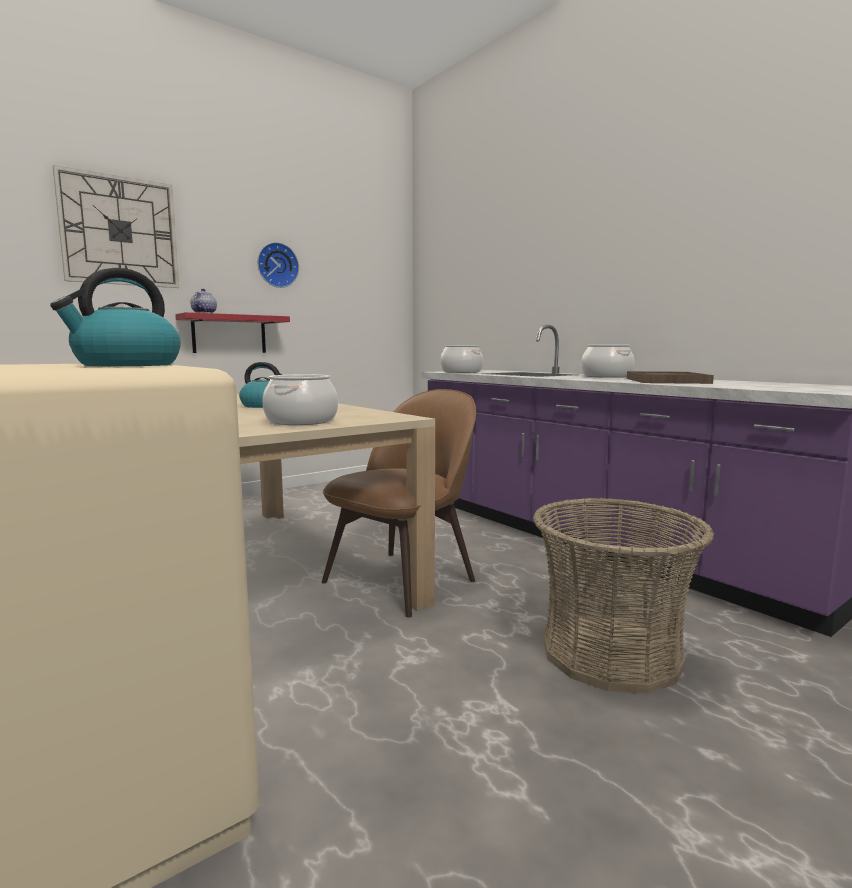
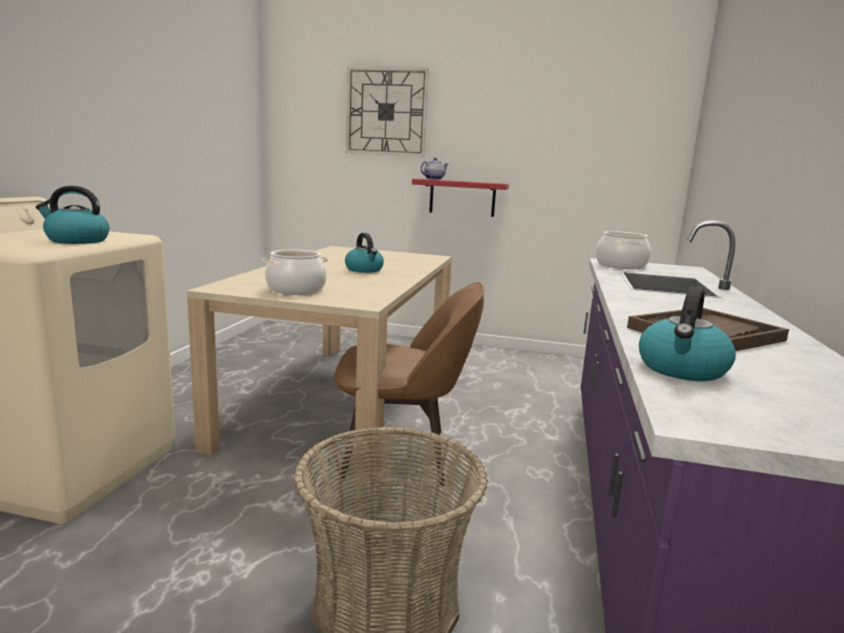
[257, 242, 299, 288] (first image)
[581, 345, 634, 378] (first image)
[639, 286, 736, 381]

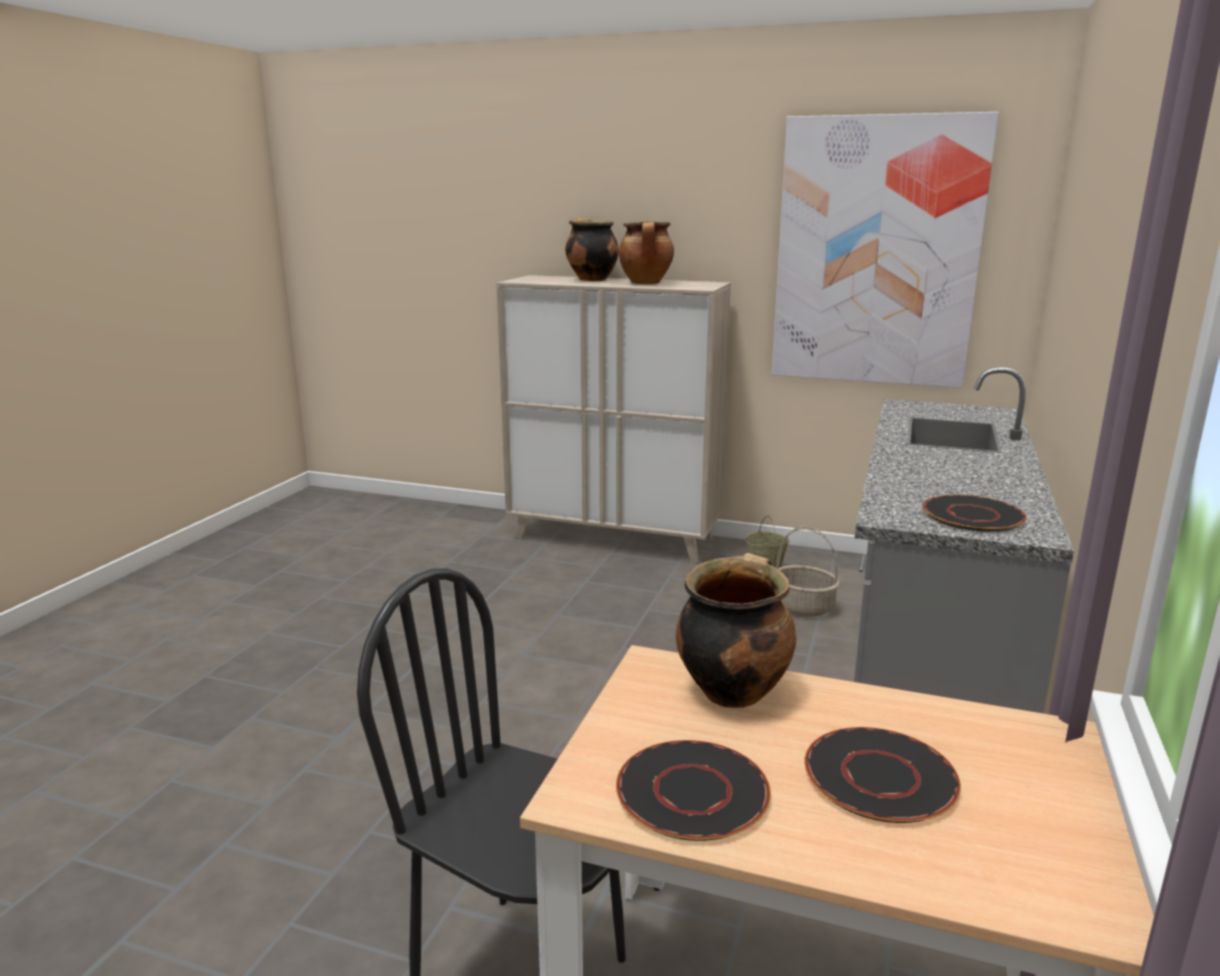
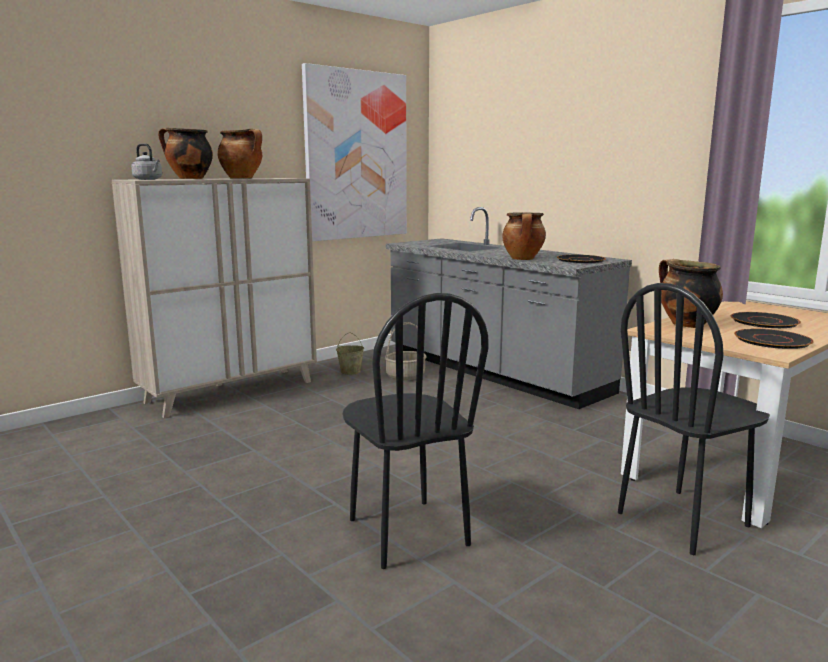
[131, 143, 162, 180]
[342, 293, 488, 569]
[502, 213, 546, 260]

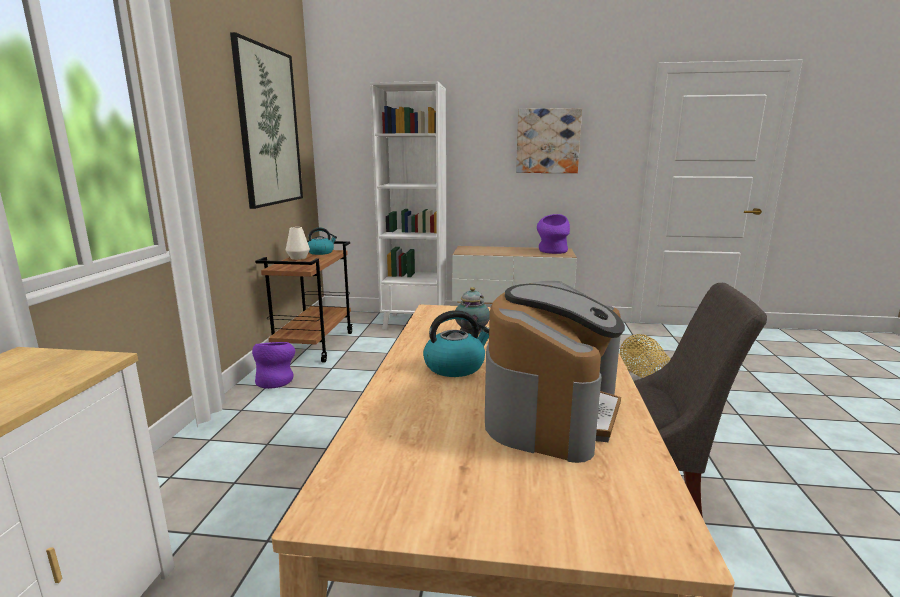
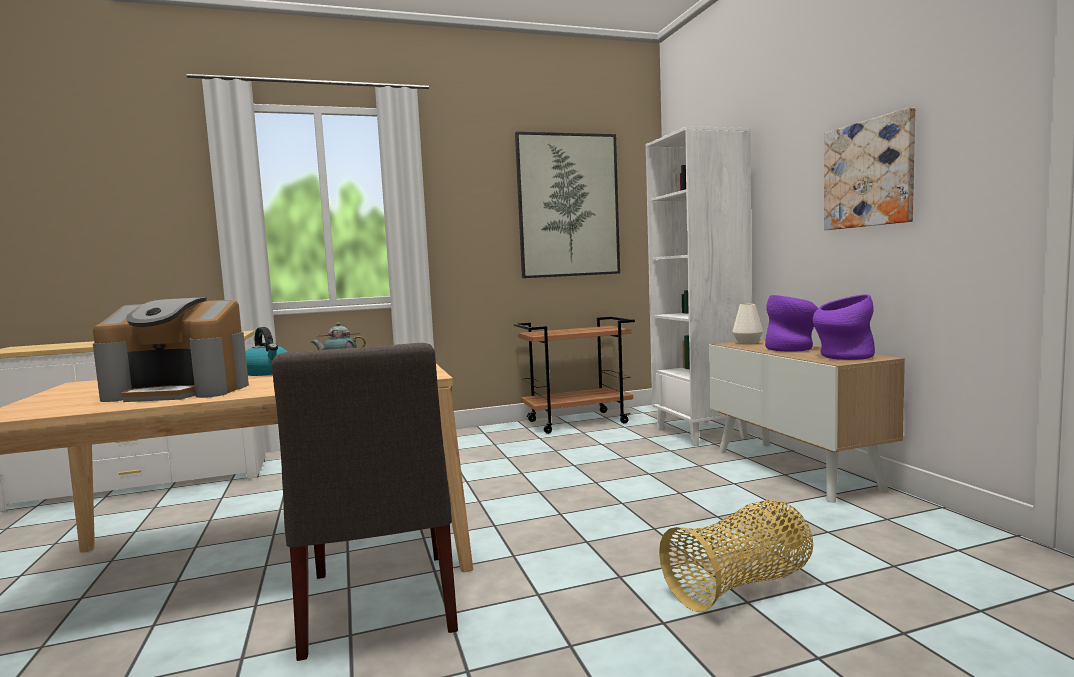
[308, 228, 337, 255] (first image)
[765, 295, 818, 352]
[732, 304, 763, 344]

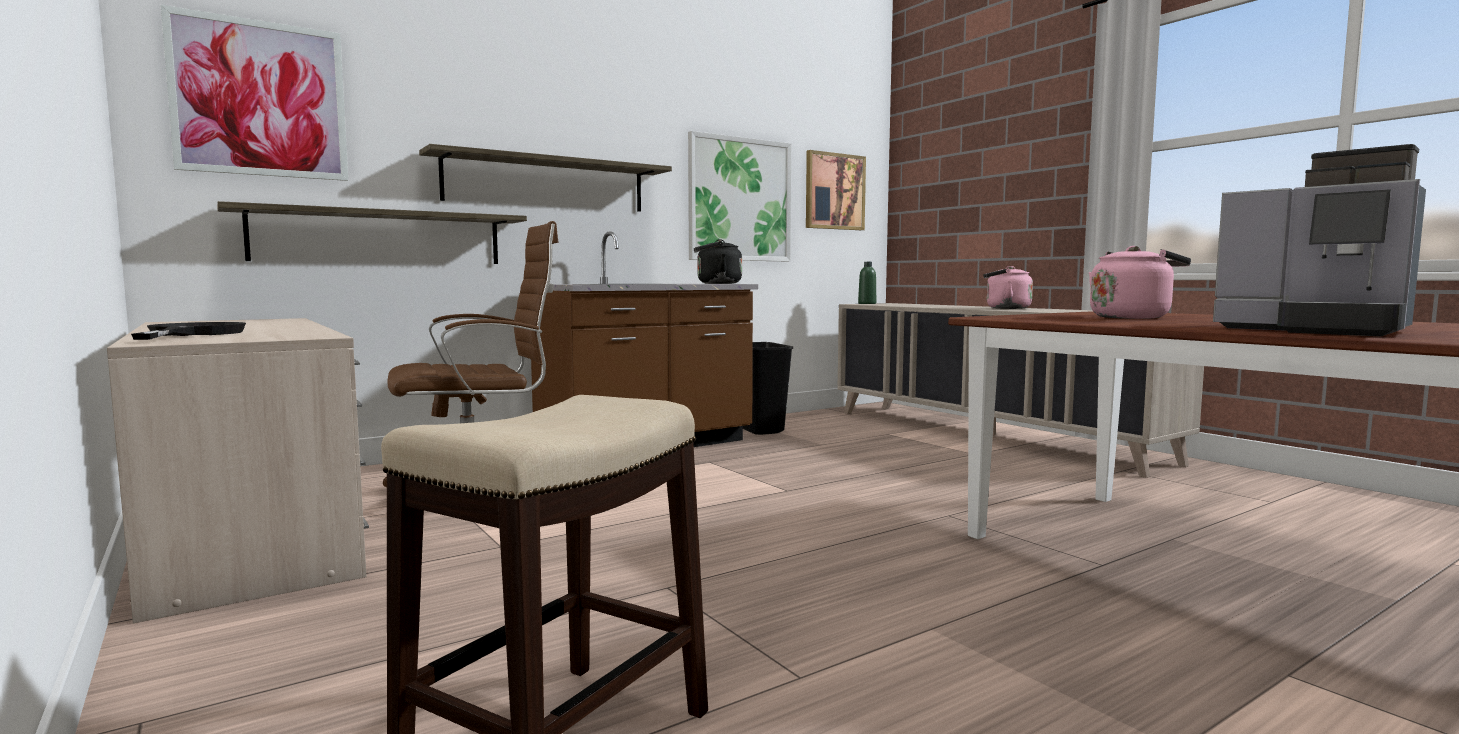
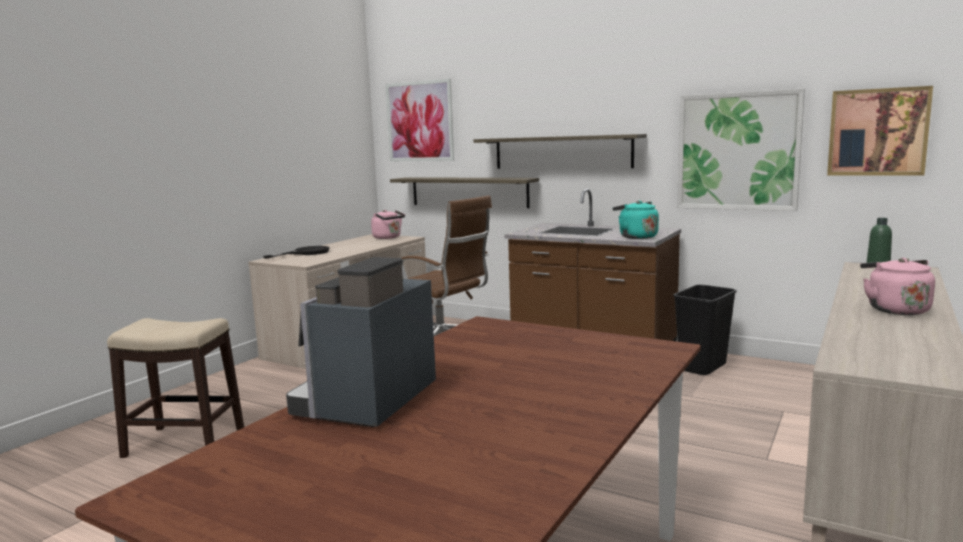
[371, 210, 405, 239]
[613, 200, 659, 239]

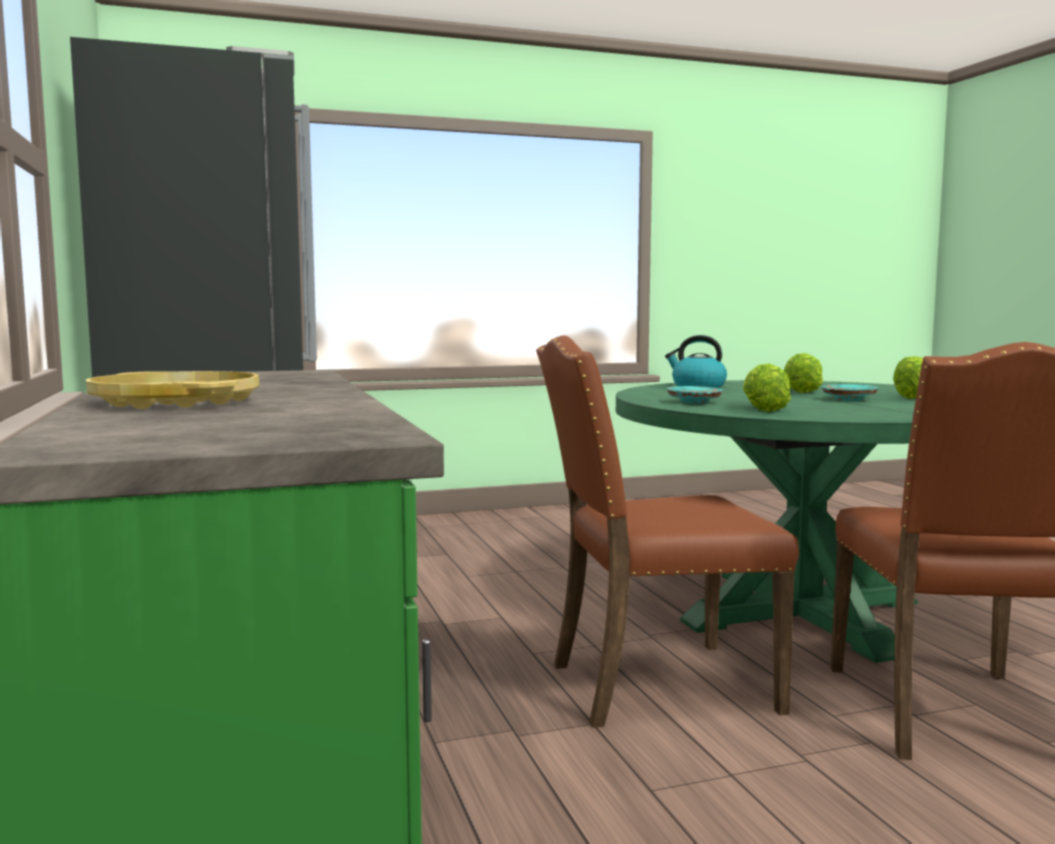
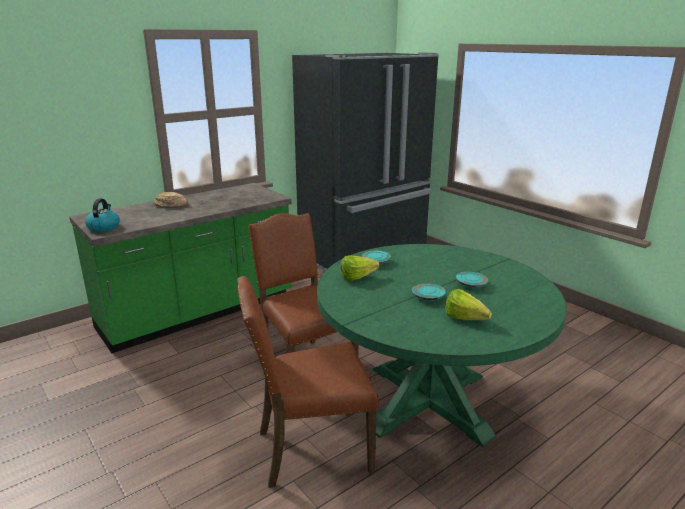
[85, 198, 120, 232]
[154, 192, 188, 207]
[456, 272, 488, 288]

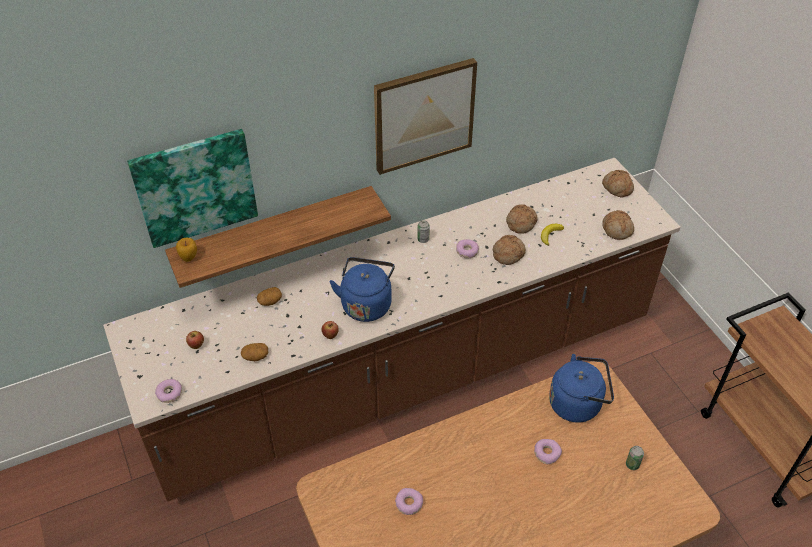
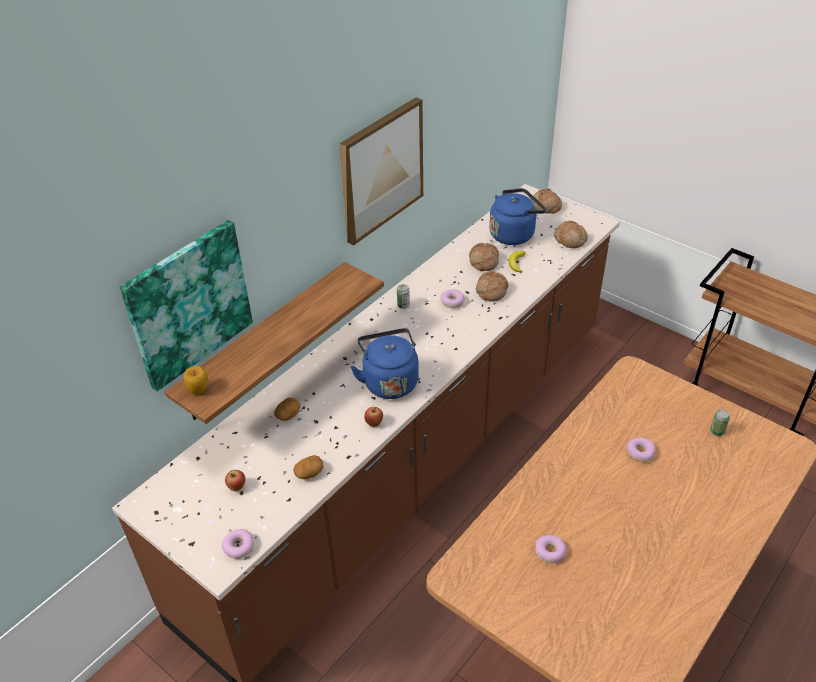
[489, 188, 546, 245]

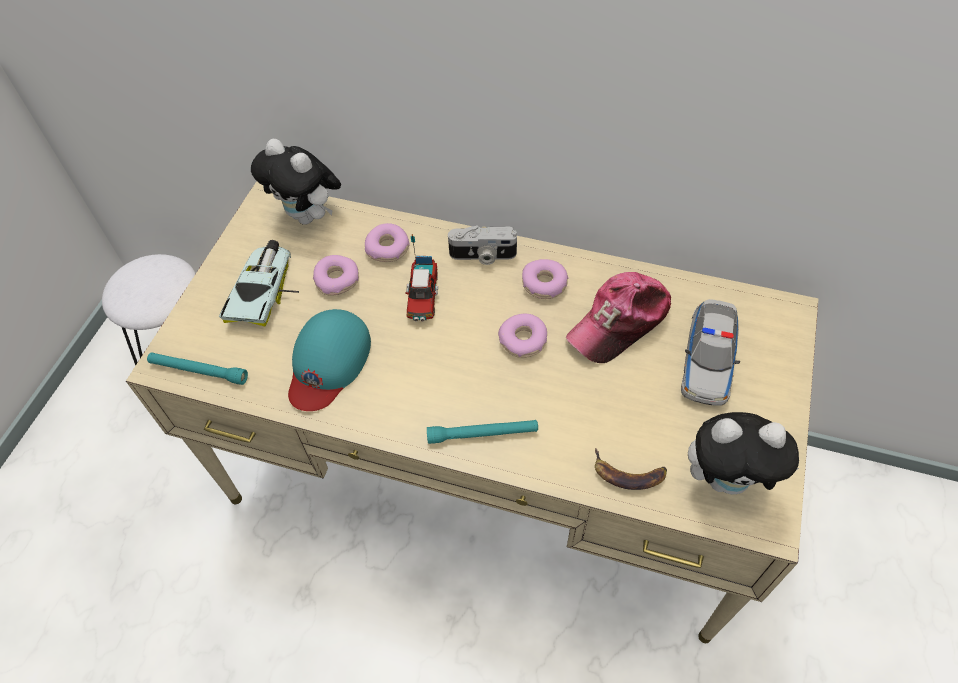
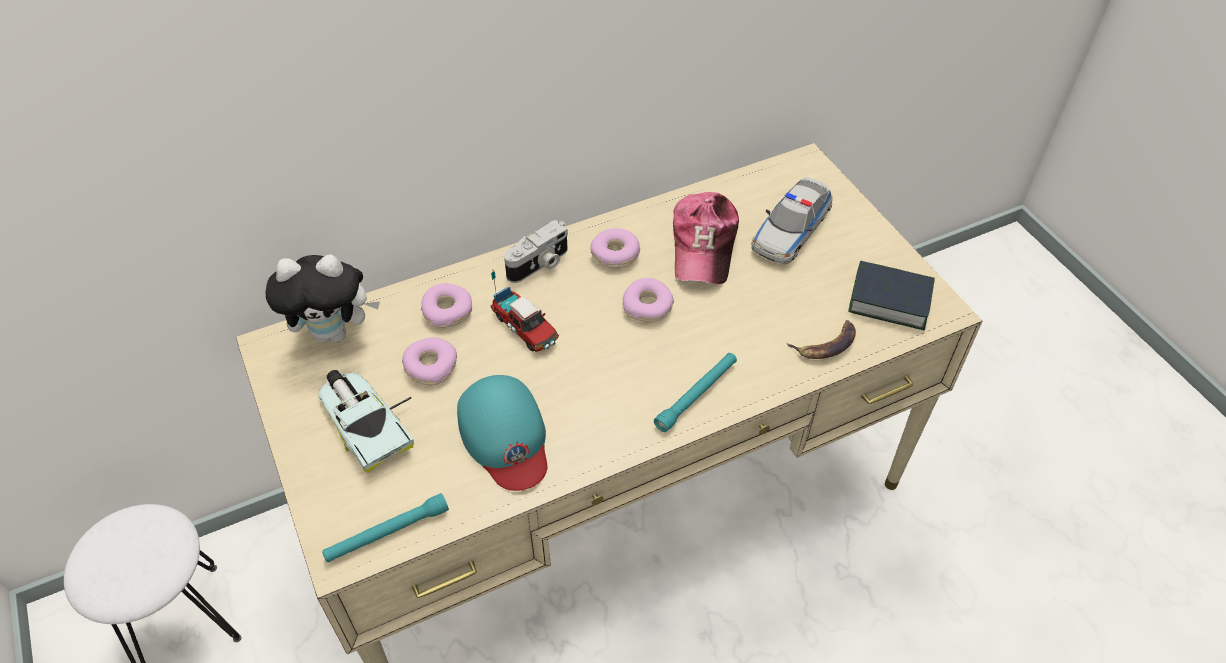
[848, 261, 935, 330]
[751, 177, 833, 264]

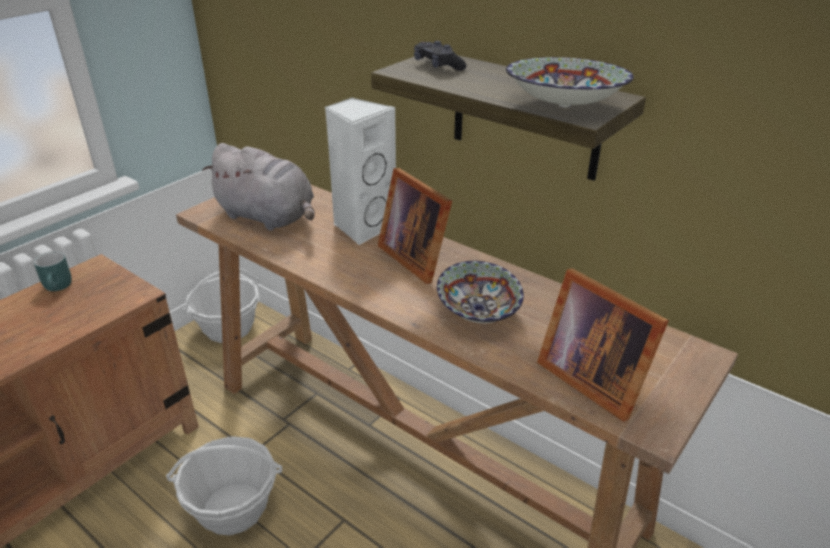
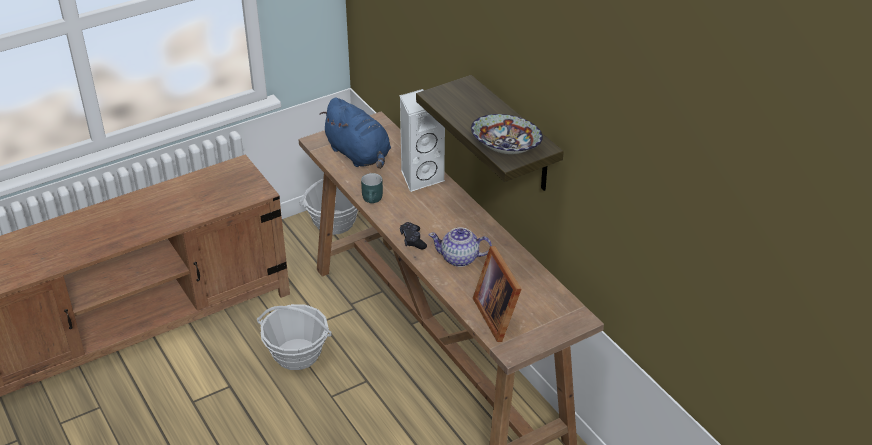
[378, 168, 452, 284] (first image)
[361, 173, 383, 203]
[400, 222, 427, 249]
[429, 227, 492, 267]
[320, 98, 391, 169]

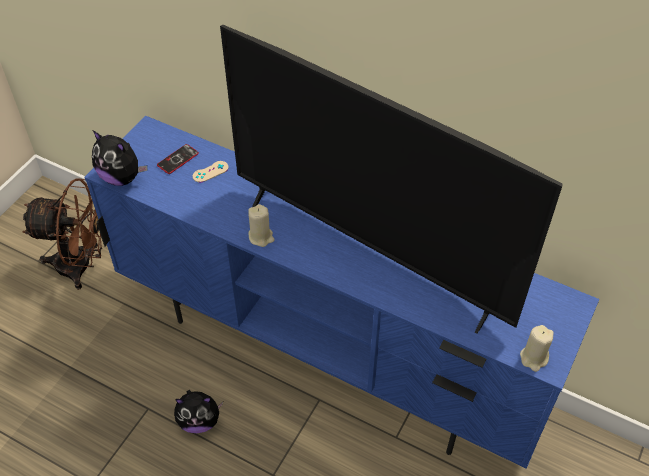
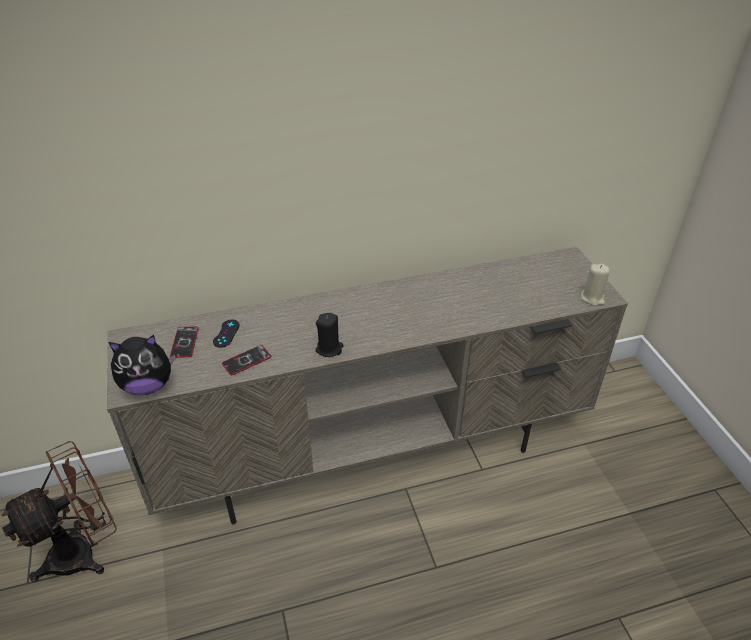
[174, 390, 223, 433] (first image)
[220, 25, 562, 334] (first image)
[222, 345, 271, 375]
[107, 247, 628, 525]
[213, 320, 240, 348]
[316, 313, 344, 357]

